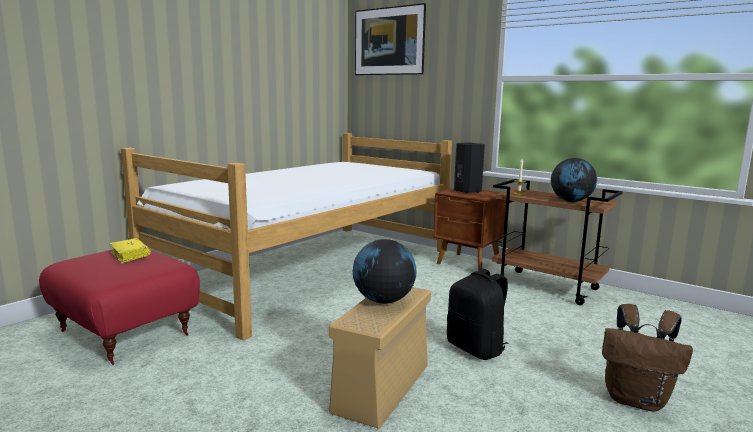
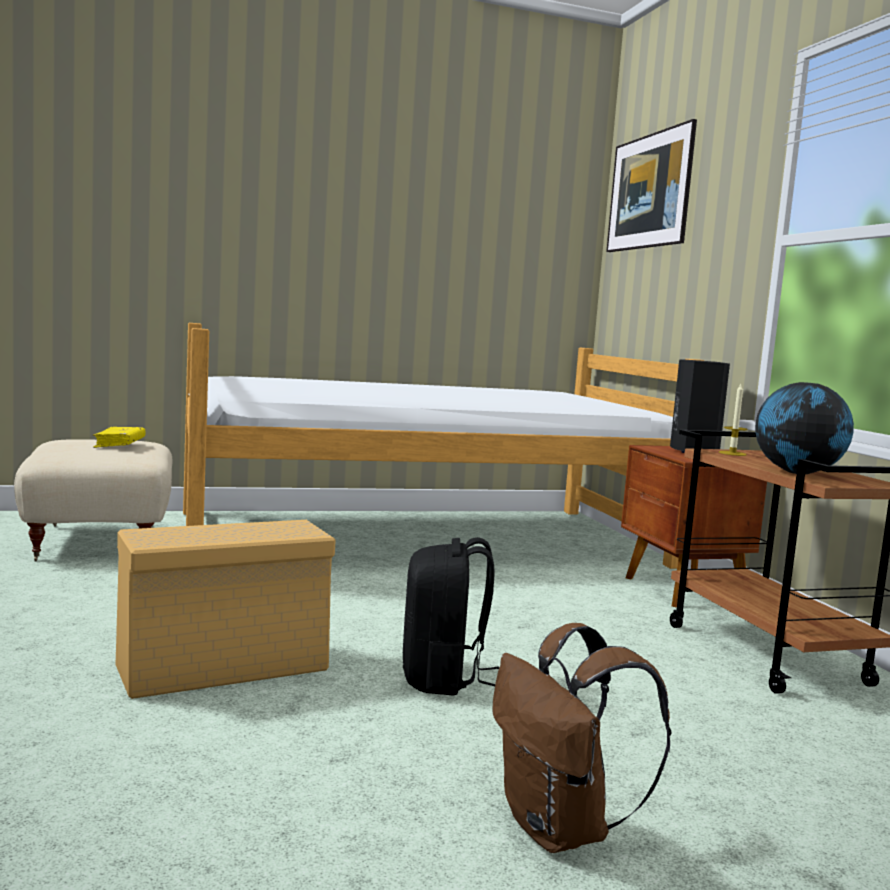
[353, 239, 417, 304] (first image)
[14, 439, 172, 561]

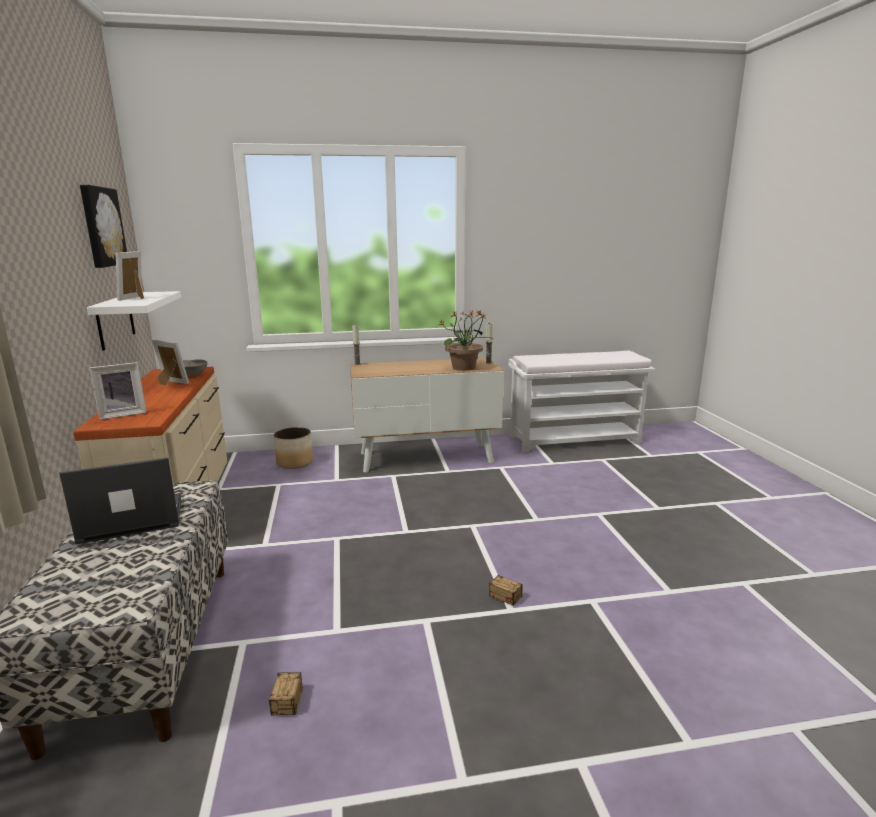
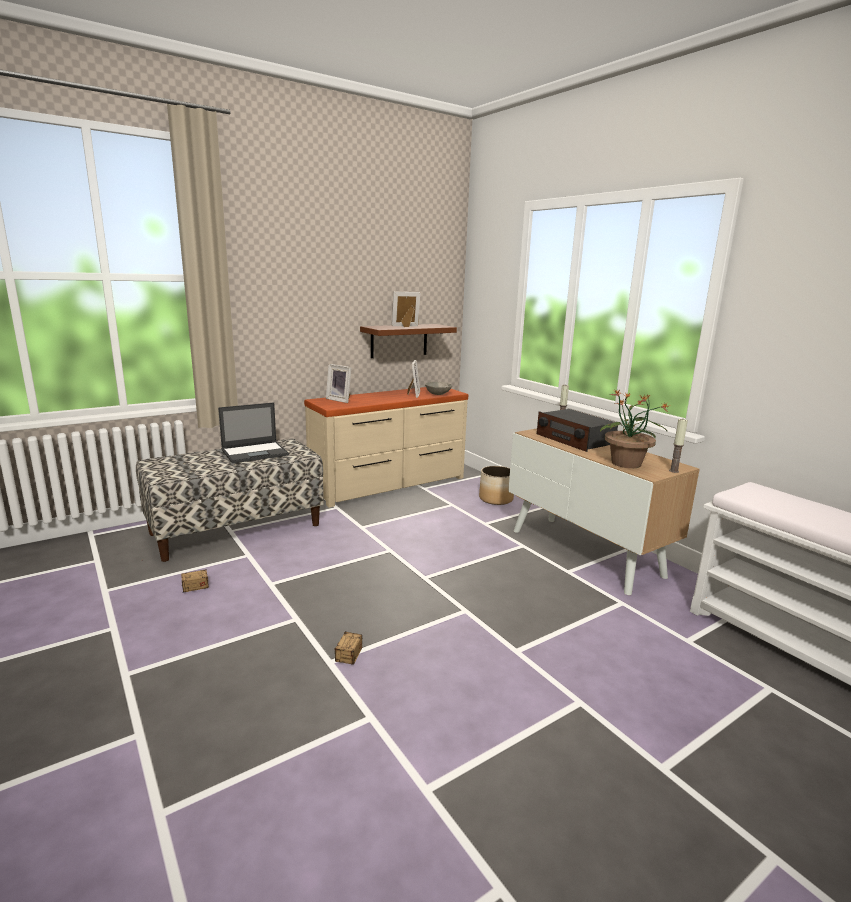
[80, 185, 127, 268] (first image)
[537, 409, 618, 452]
[360, 324, 457, 358]
[218, 402, 289, 463]

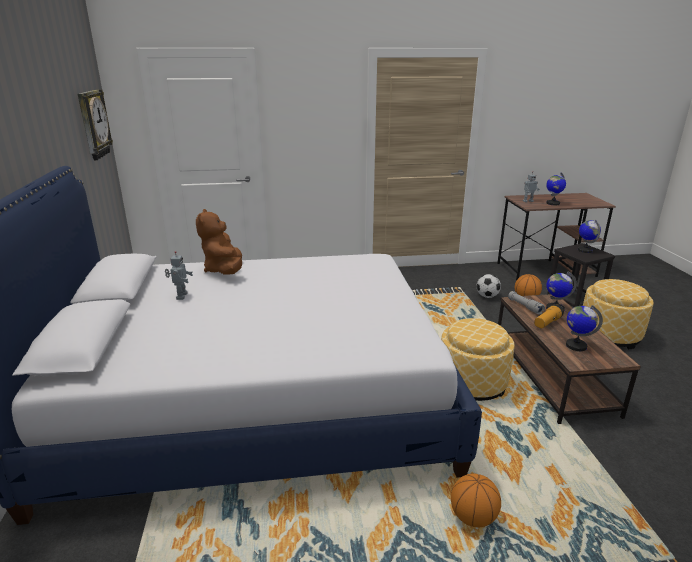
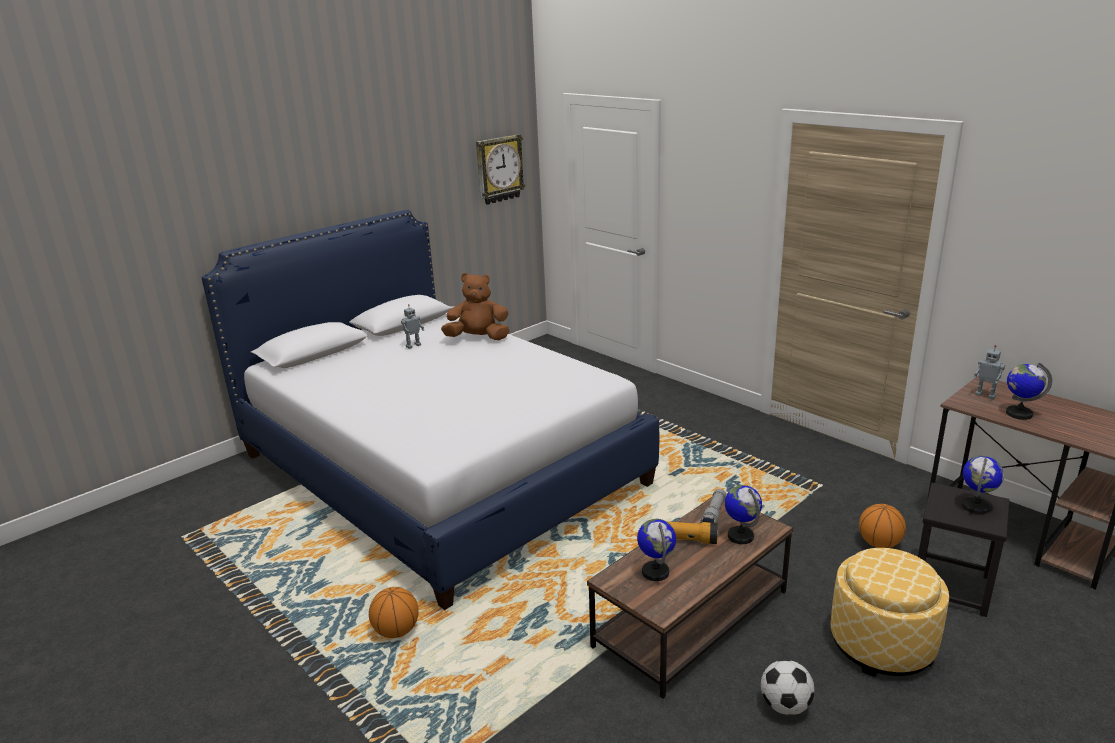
[441, 318, 515, 401] (first image)
[761, 660, 815, 715]
[441, 273, 509, 340]

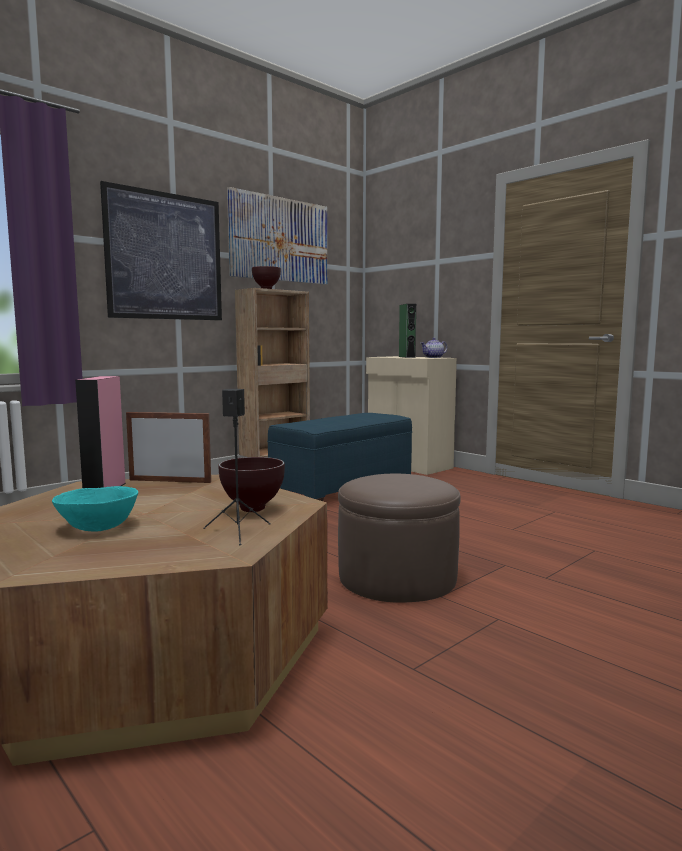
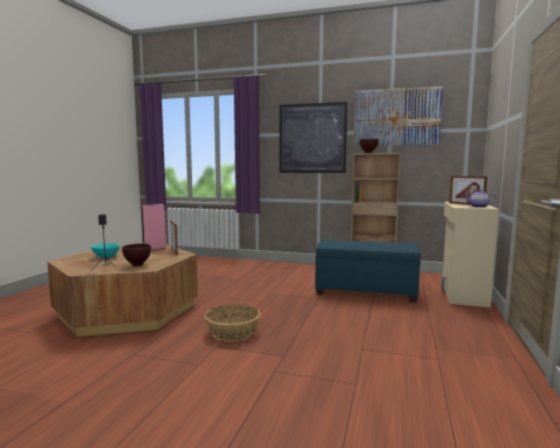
[205, 304, 261, 342]
[449, 176, 488, 205]

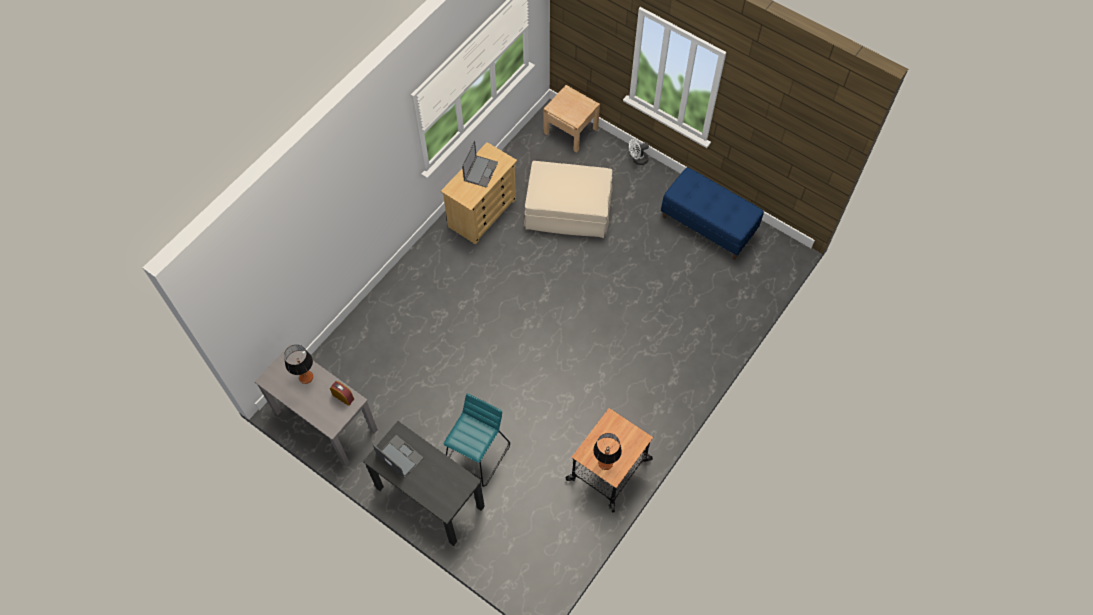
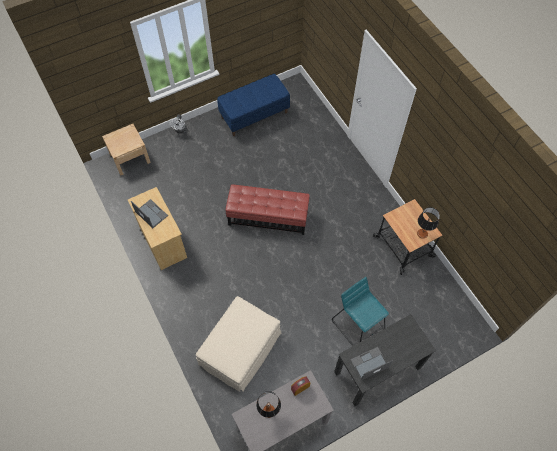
[225, 184, 310, 235]
[196, 296, 281, 392]

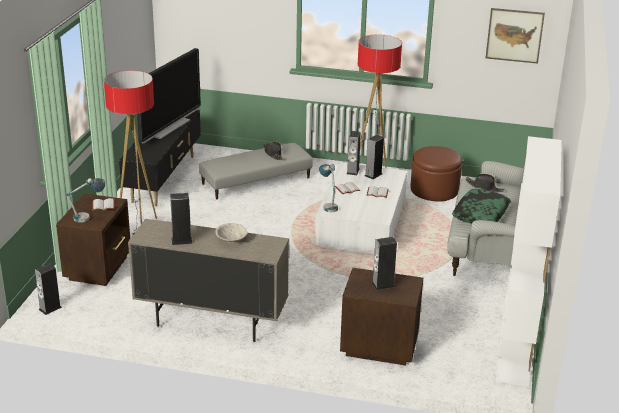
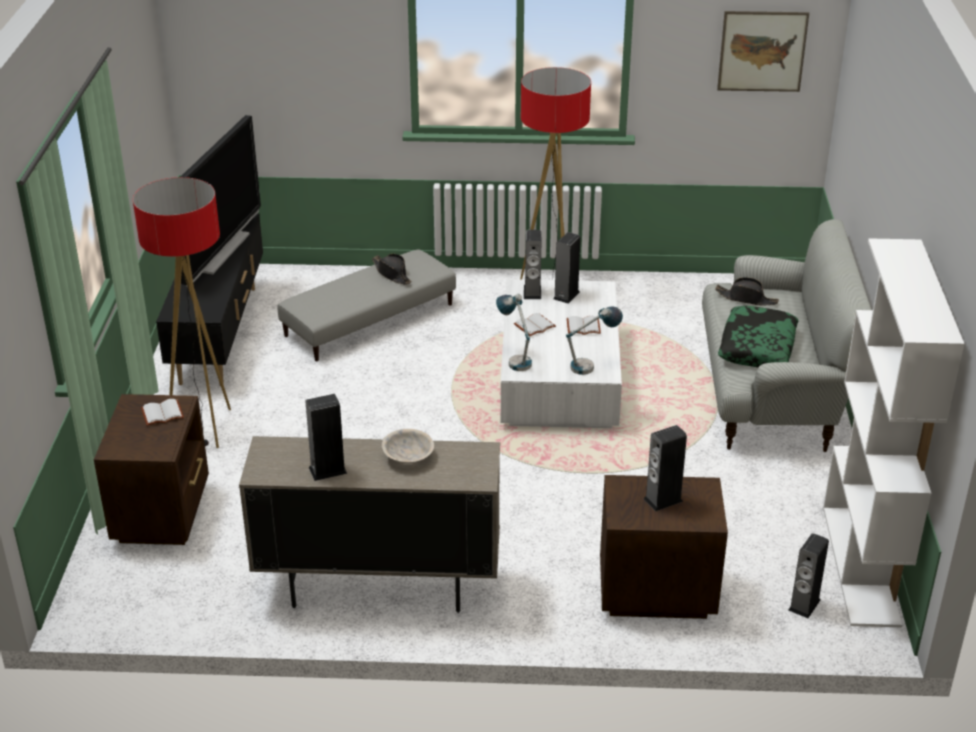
[411, 146, 462, 202] (first image)
[788, 533, 829, 618]
[566, 306, 623, 375]

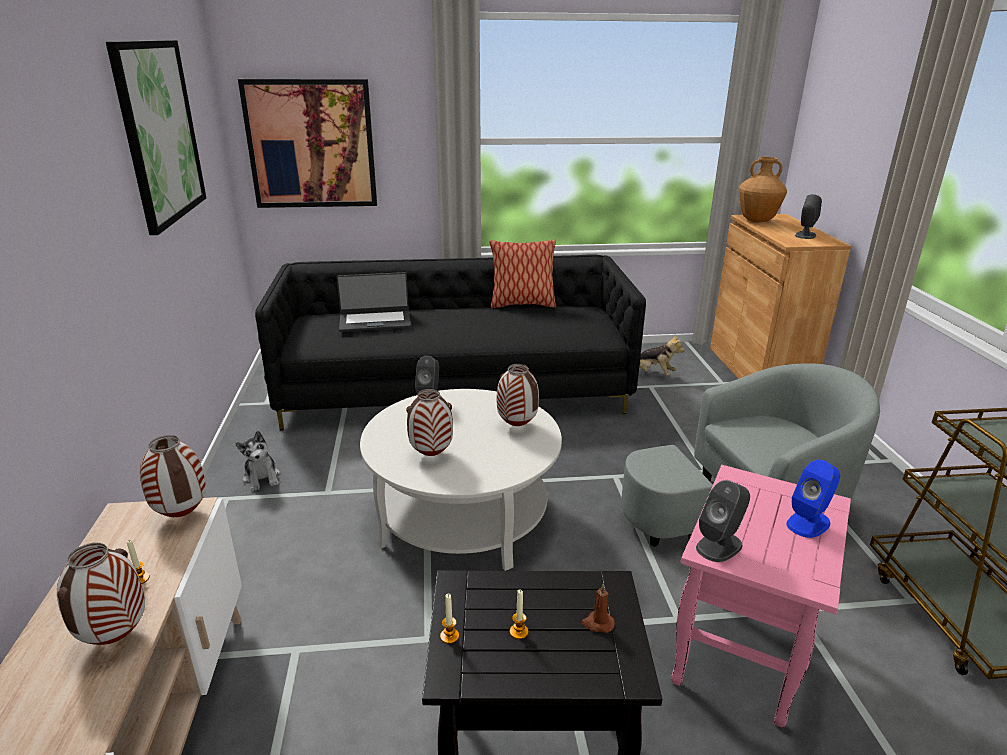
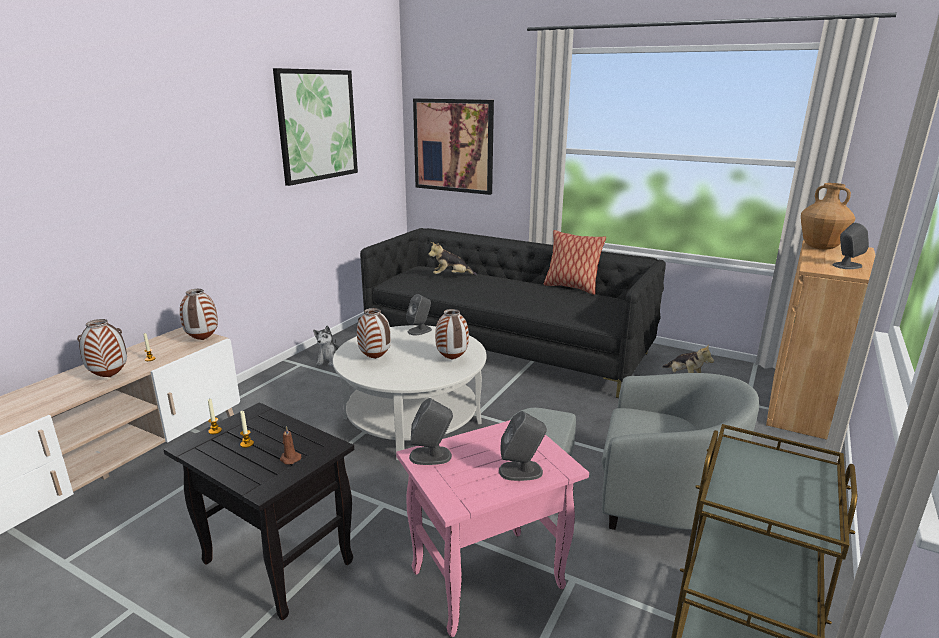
[428, 242, 477, 276]
[499, 411, 547, 481]

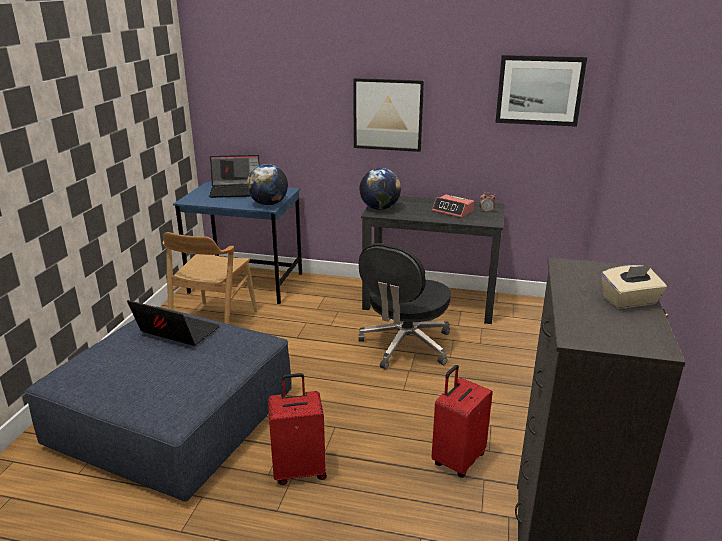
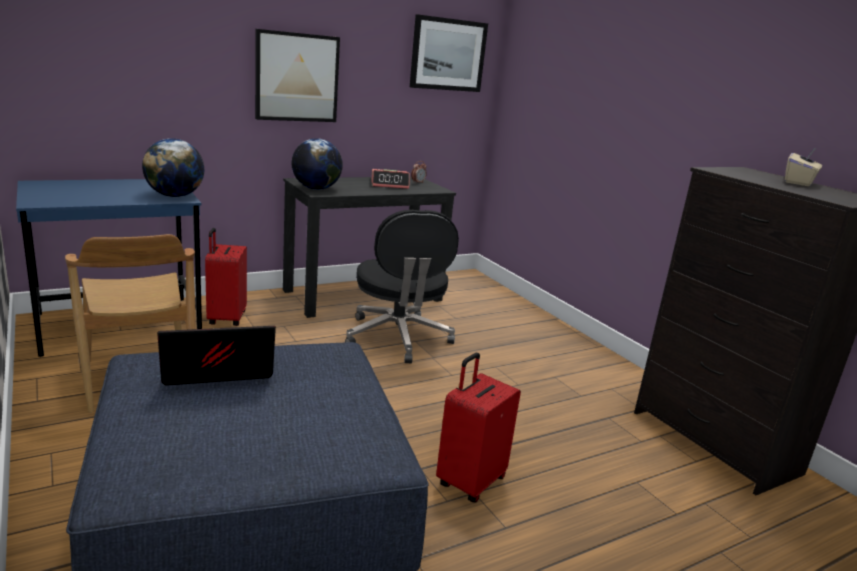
[209, 155, 260, 198] (first image)
[205, 228, 247, 326]

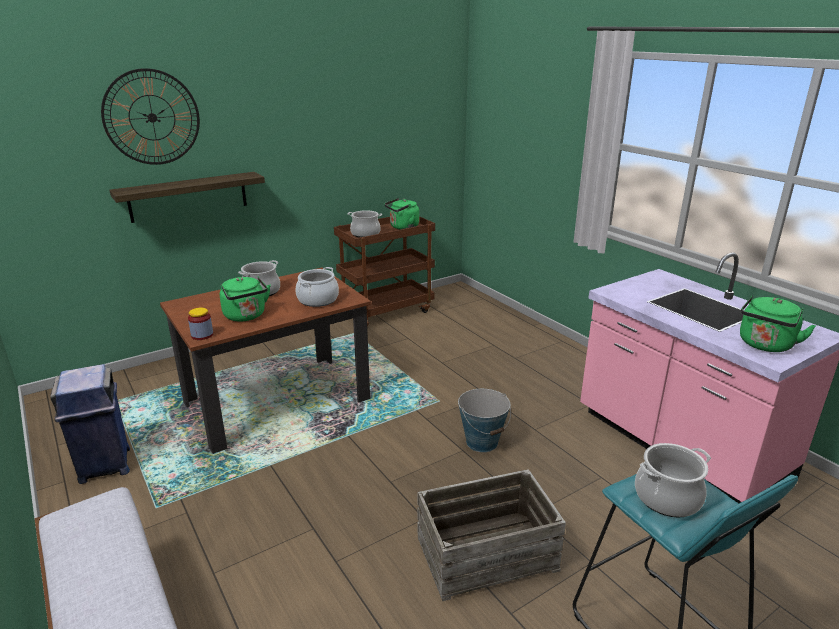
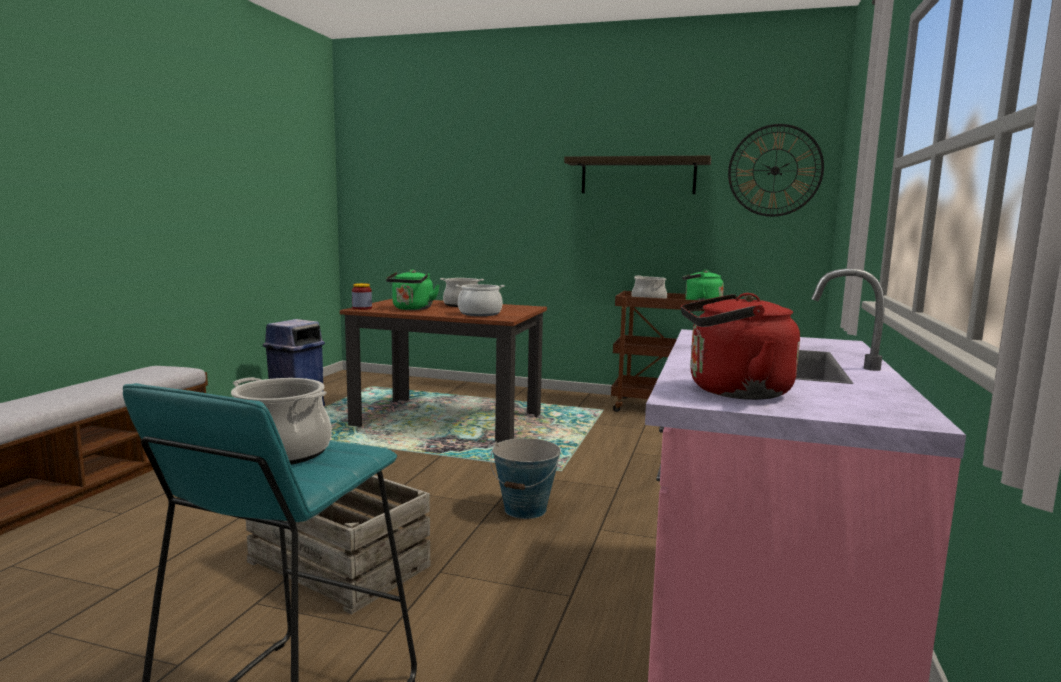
[728, 124, 824, 217]
[564, 156, 711, 194]
[681, 293, 800, 400]

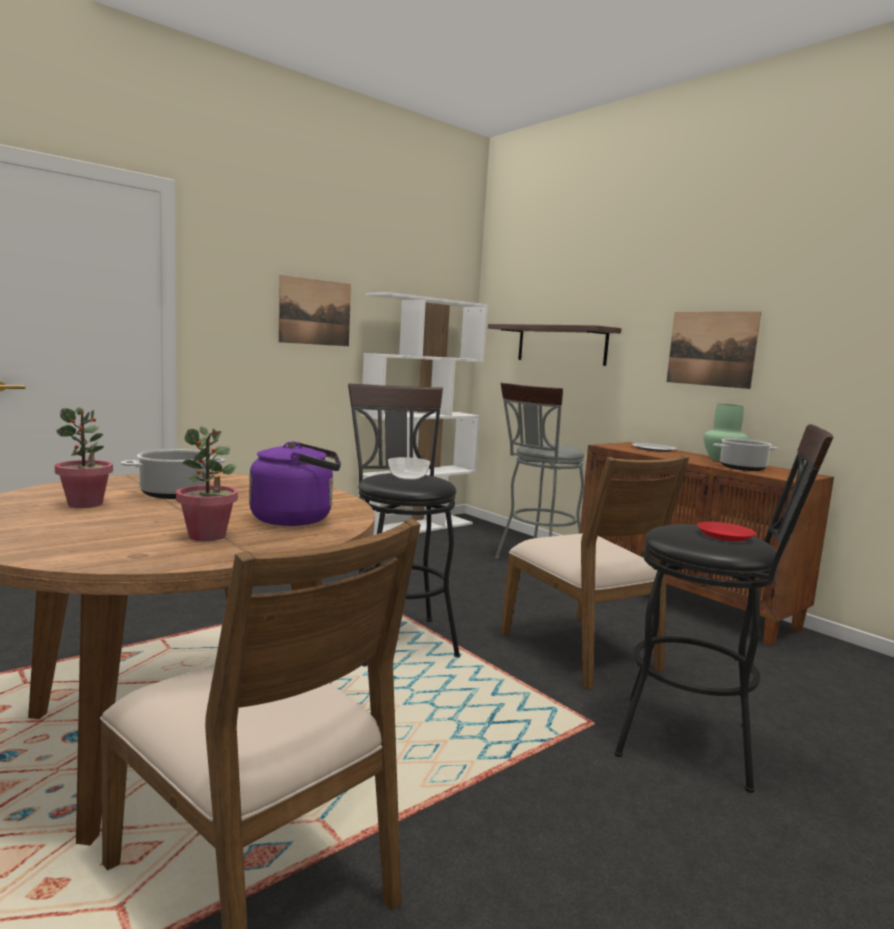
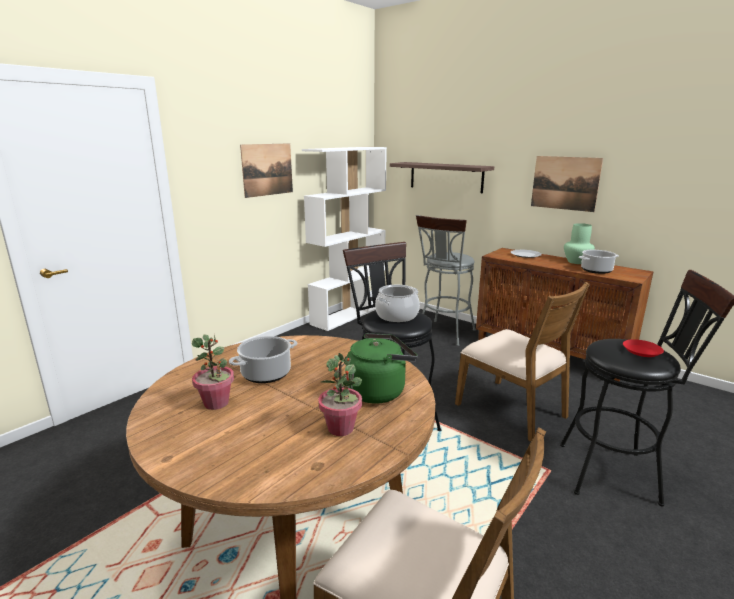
[375, 285, 420, 322]
[346, 333, 418, 404]

